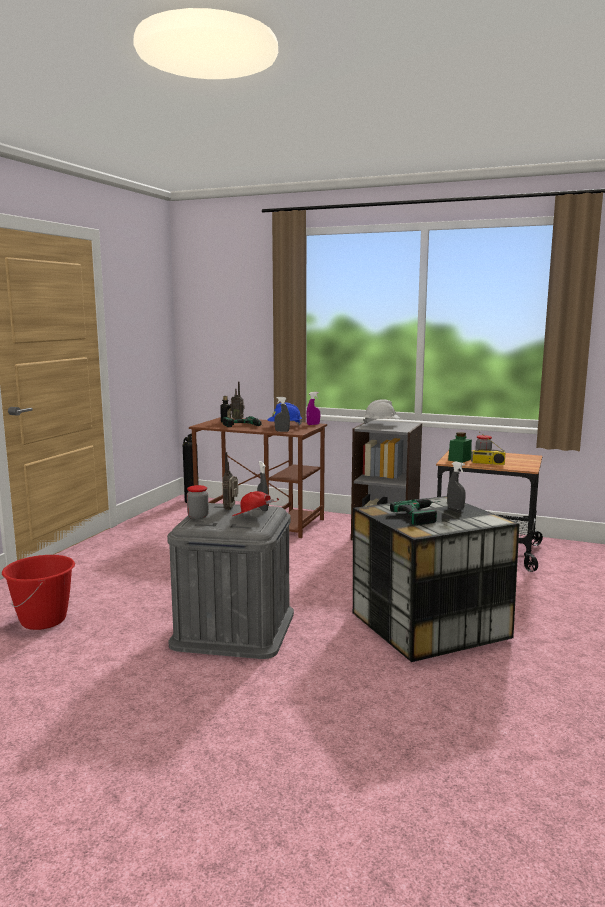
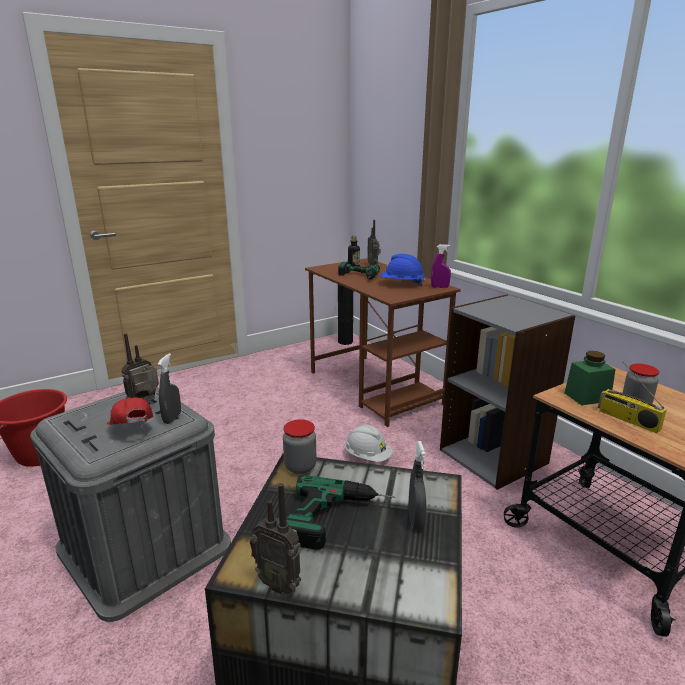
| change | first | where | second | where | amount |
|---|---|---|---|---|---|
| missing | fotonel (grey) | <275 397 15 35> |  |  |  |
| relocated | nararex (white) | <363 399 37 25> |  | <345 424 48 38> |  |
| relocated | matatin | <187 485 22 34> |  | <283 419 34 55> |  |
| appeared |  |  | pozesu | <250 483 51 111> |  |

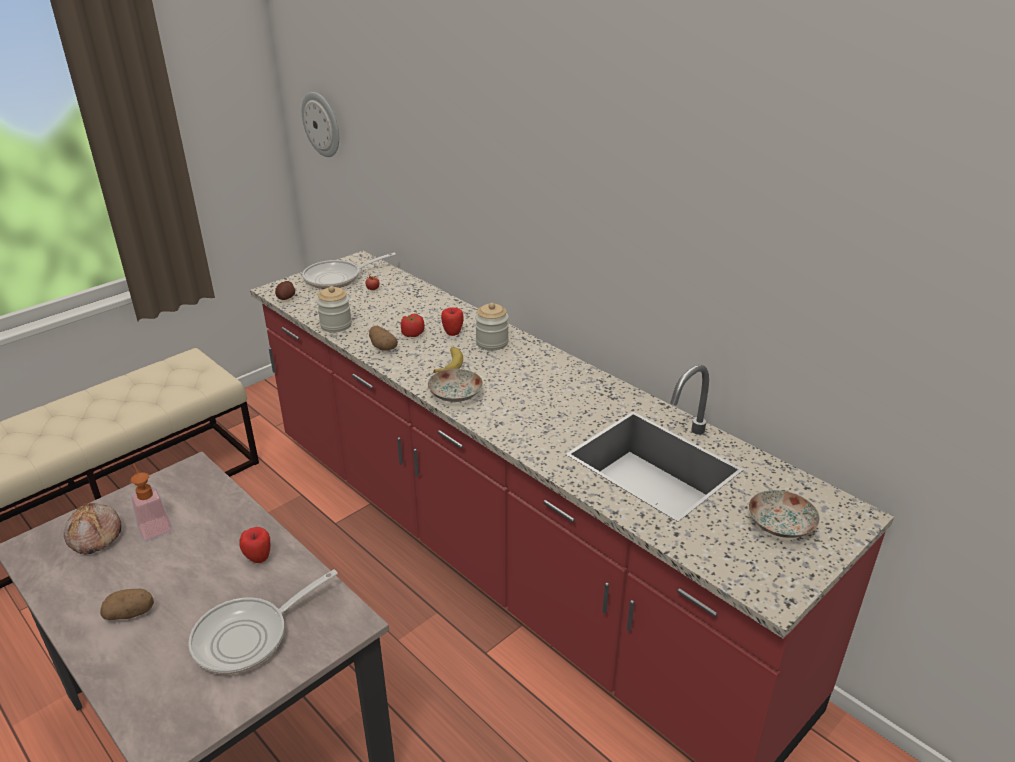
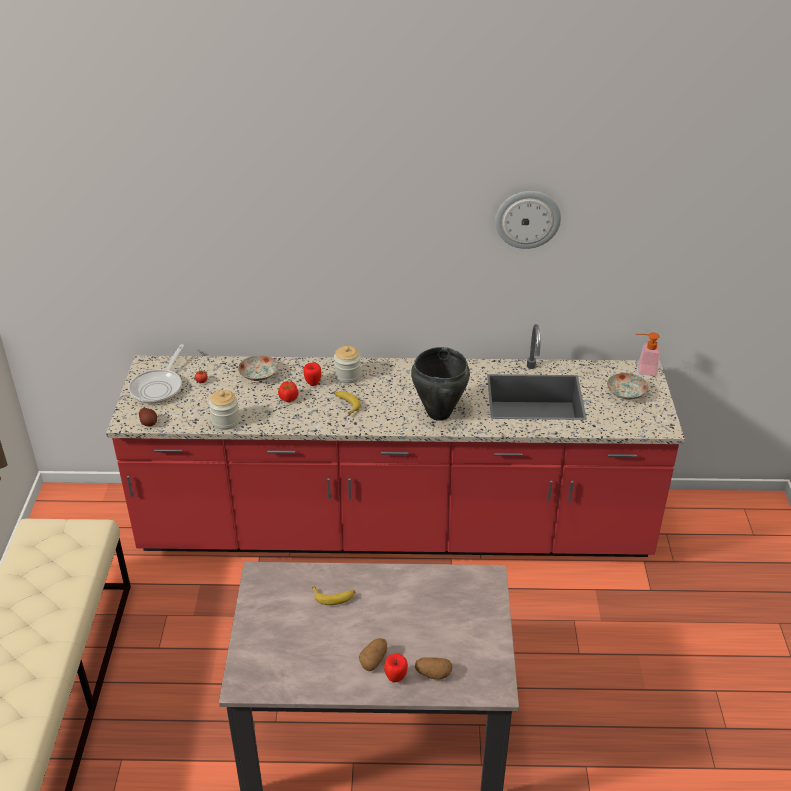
| change | first | where | second | where | amount |
|---|---|---|---|---|---|
| relocated | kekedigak | <302 92 37 65> |  | <495 191 66 58> |  |
| relocated | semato | <369 326 29 25> |  | <415 657 37 23> |  |
| relocated | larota | <428 369 55 33> |  | <238 355 41 26> |  |
| relocated | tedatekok | <131 463 42 78> |  | <635 333 25 43> |  |
| missing | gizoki | <64 503 57 52> |  |  |  |
| relocated | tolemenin | <239 527 31 36> |  | <384 654 24 29> |  |
| missing | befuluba | <188 569 150 105> |  |  |  |
| appeared |  |  | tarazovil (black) | <411 347 59 74> |  |
| appeared |  |  | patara | <312 586 44 19> |  |

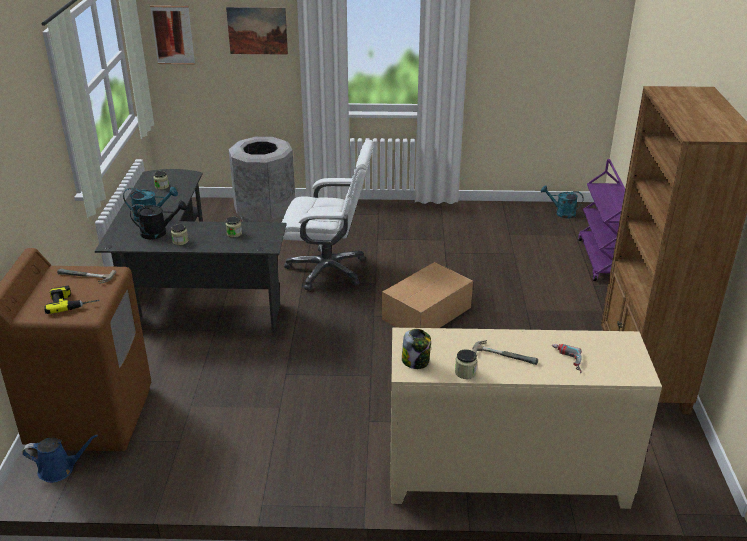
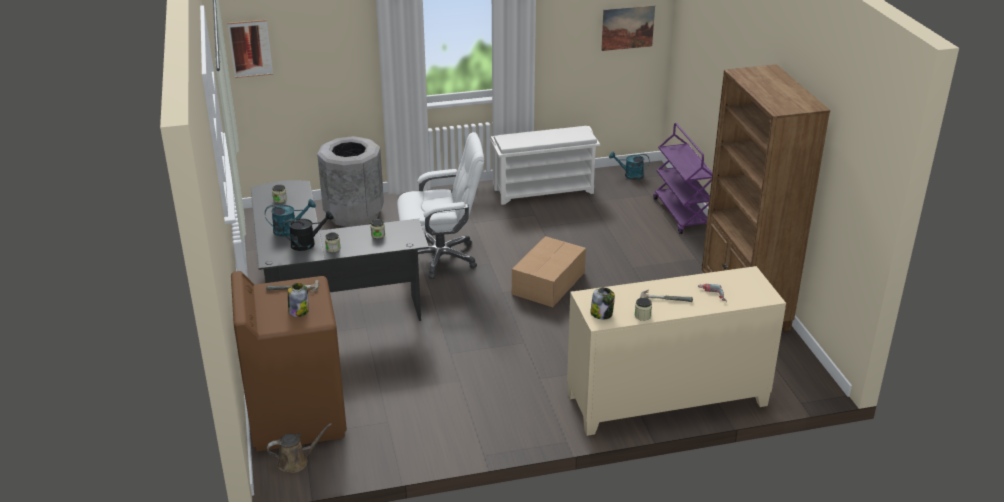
| change | first | where | second | where | amount |
|---|---|---|---|---|---|
| relocated | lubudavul | <226 7 62 48> |  | <601 5 54 46> |  |
| exchanged | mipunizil | <44 286 56 28> | matatin | <288 283 21 34> |  |
| colour | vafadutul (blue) | <22 435 76 48> | vafadutul (brown) | <267 423 65 50> |  |
| appeared |  |  | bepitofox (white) | <491 126 109 79> |  |

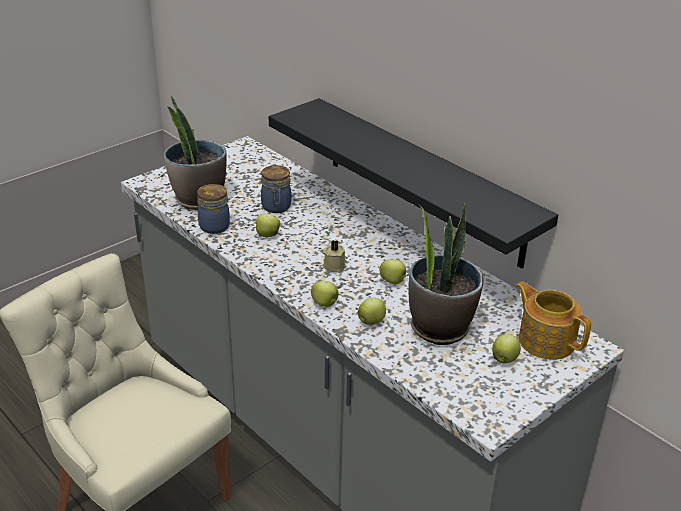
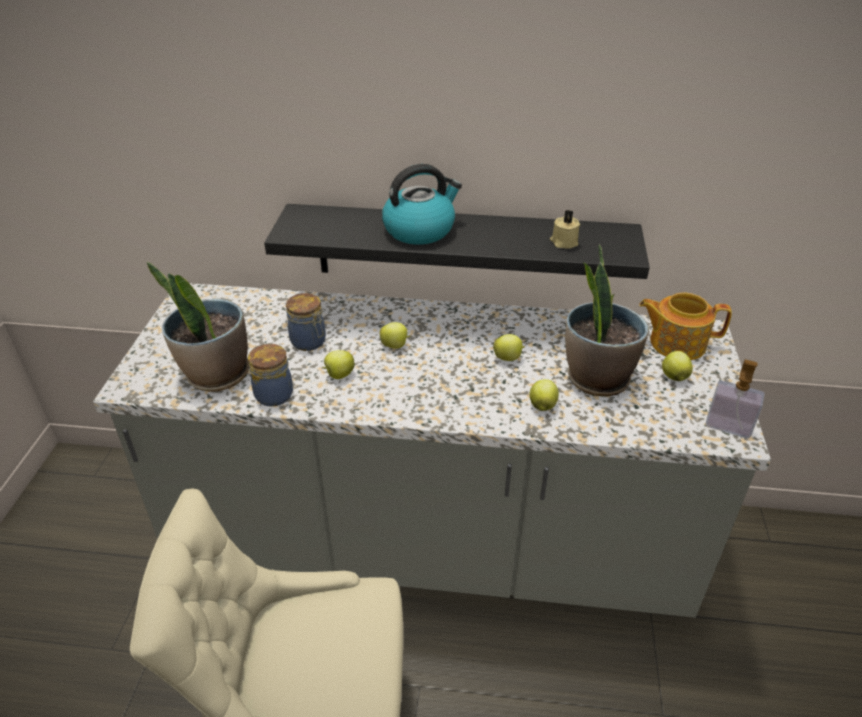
| change | first | where | second | where | amount |
|---|---|---|---|---|---|
| relocated | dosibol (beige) | <322 240 24 33> |  | <550 210 30 39> |  |
| relocated | tolemenin | <311 281 28 26> |  | <380 322 31 27> |  |
| appeared |  |  | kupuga | <382 164 80 81> |  |
| appeared |  |  | tedatekok | <706 359 58 80> |  |

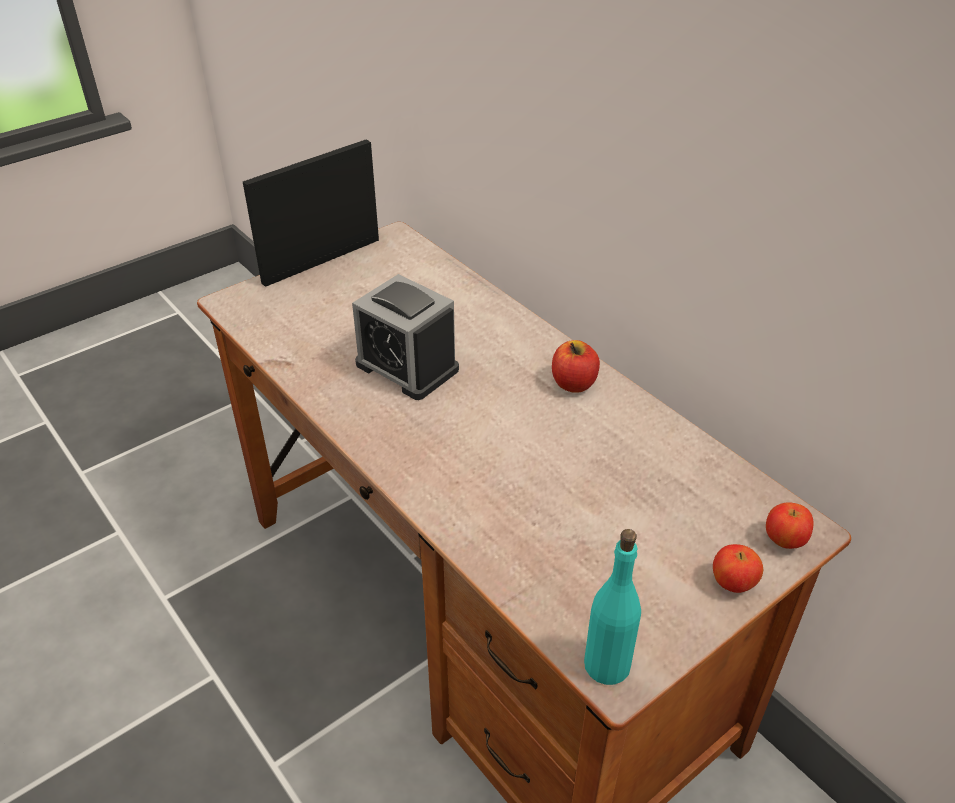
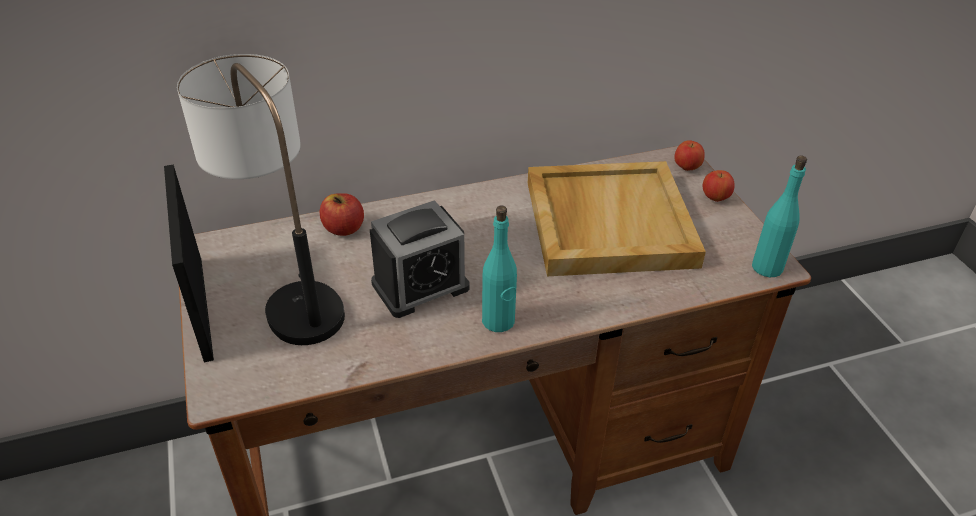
| change | first | where | second | where | amount |
|---|---|---|---|---|---|
| relocated | tolemenin | <552 340 48 53> |  | <320 193 44 43> |  |
| appeared |  |  | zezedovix | <177 54 168 291> |  |
| appeared |  |  | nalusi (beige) | <528 161 178 115> |  |
| appeared |  |  | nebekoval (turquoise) | <482 205 35 127> |  |

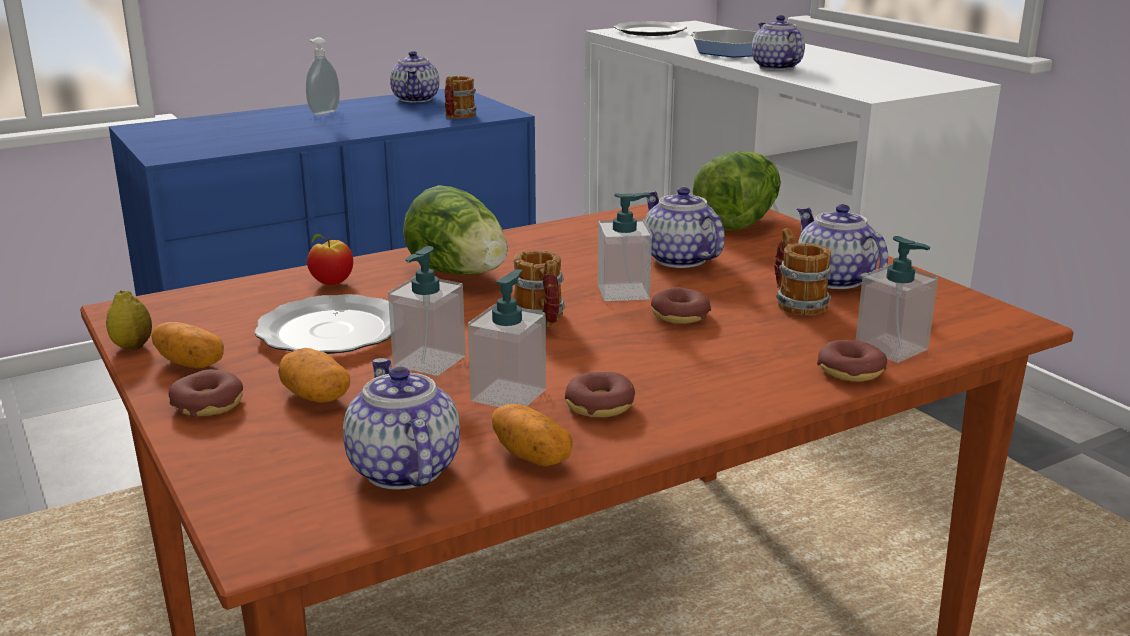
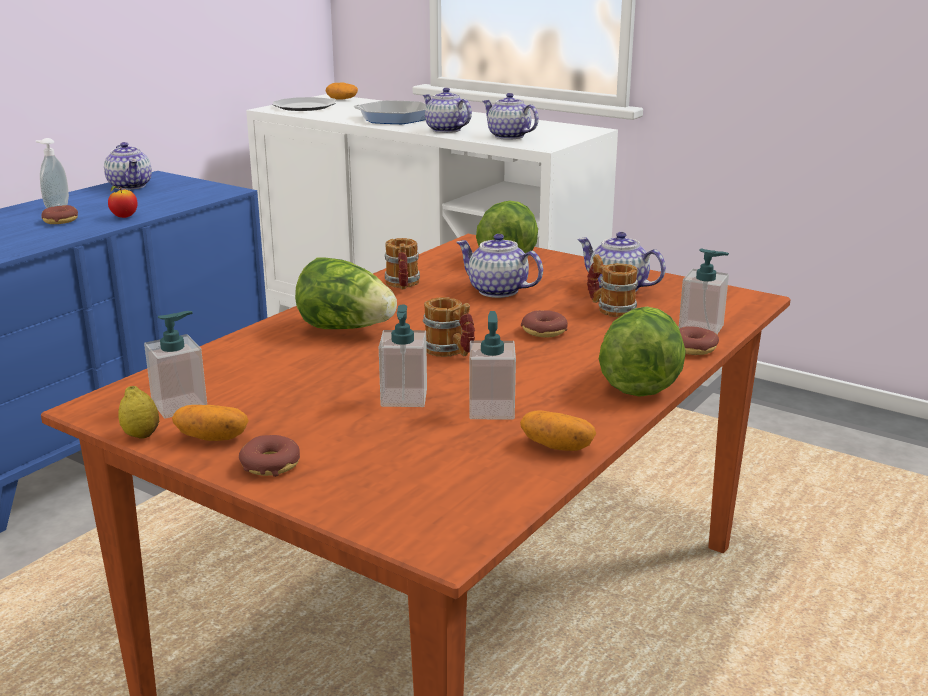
| change | first | where | second | where | amount |
|---|---|---|---|---|---|
| relocated | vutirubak | <444 76 33 43> |  | <385 238 35 52> |  |
| relocated | tedatekok | <597 193 55 108> |  | <144 311 63 108> |  |
| relocated | tolemenin | <307 234 46 51> |  | <108 186 30 32> |  |
| missing | larota | <254 294 137 60> |  |  |  |
| relocated | semato | <278 348 72 55> |  | <326 82 32 18> |  |
| relocated | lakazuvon | <343 358 117 132> |  | <482 93 57 47> |  |
| relocated | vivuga | <565 372 70 45> |  | <42 205 36 19> |  |
| appeared |  |  | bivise | <599 307 86 90> |  |

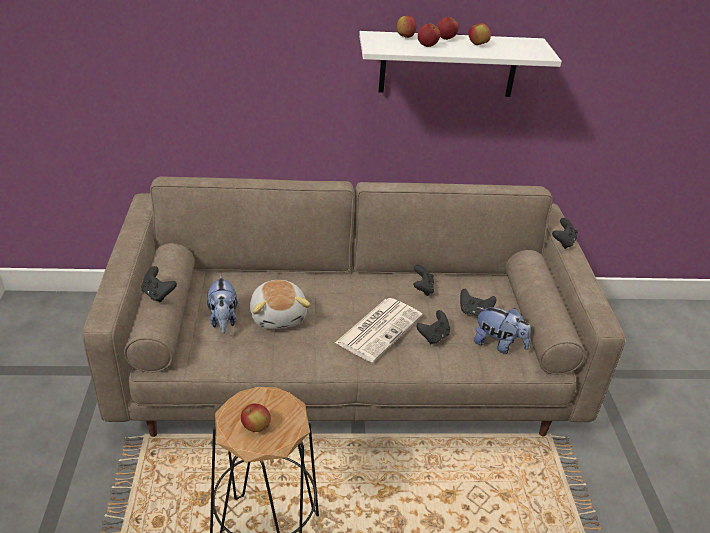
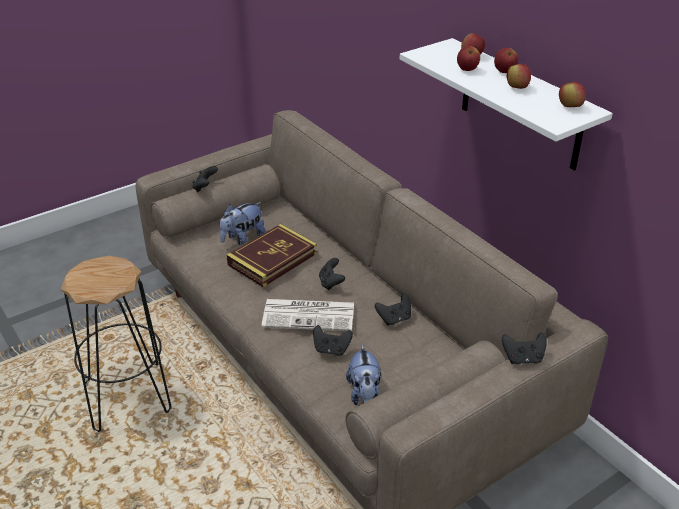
| change | first | where | second | where | amount |
|---|---|---|---|---|---|
| exchanged | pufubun | <250 280 61 49> | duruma | <227 224 90 63> |  |
| relocated | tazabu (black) | <460 288 36 28> |  | <319 258 26 32> |  |
| relocated | tolemenin | <241 404 30 28> |  | <559 82 27 25> |  |

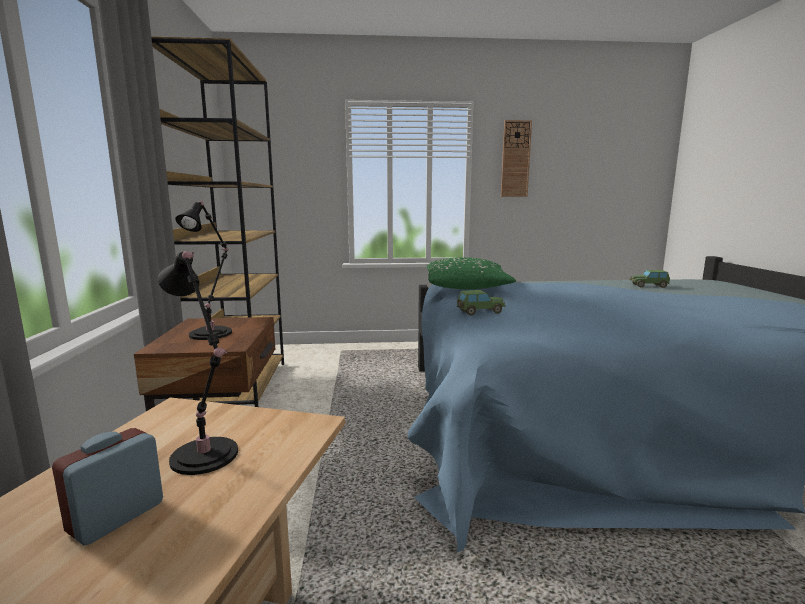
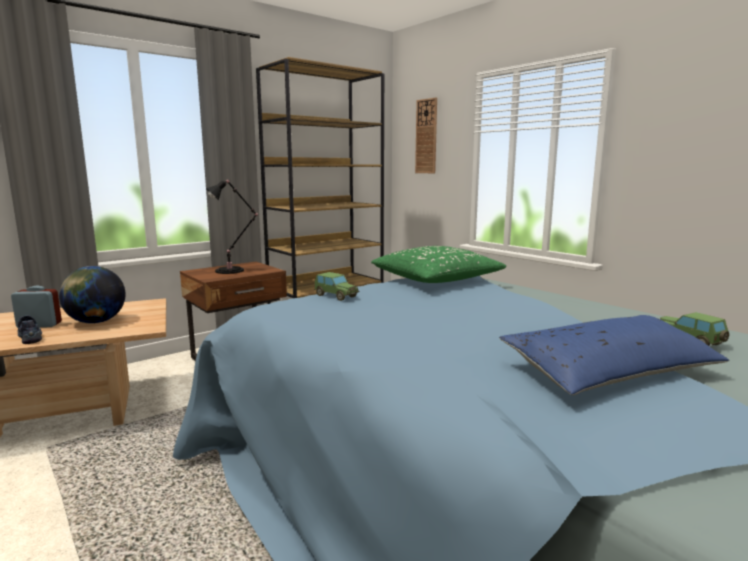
| change | first | where | second | where | amount |
|---|---|---|---|---|---|
| relocated | kekedigak | <501 120 31 77> |  | <415 97 22 76> |  |
| exchanged | zezedovix (black) | <158 251 80 224> | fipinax | <59 266 67 58> |  |
| appeared |  |  | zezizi | <17 315 26 29> |  |
| appeared |  |  | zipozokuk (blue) | <499 315 230 80> |  |

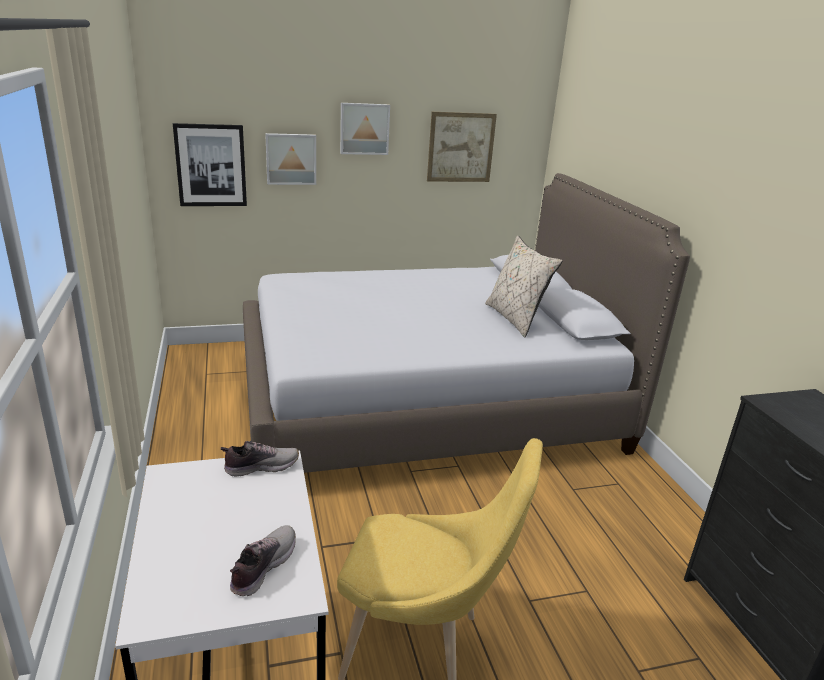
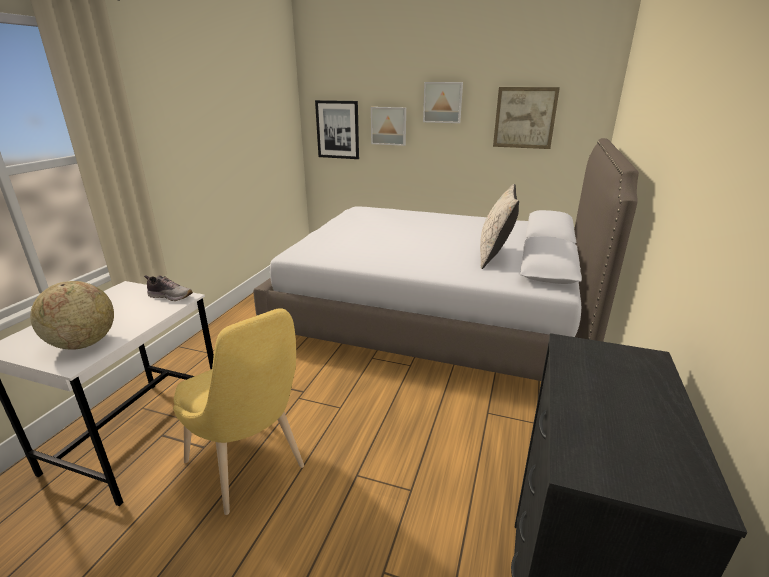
| change | first | where | second | where | amount |
|---|---|---|---|---|---|
| exchanged | zezizi | <230 525 66 71> | fipinax | <30 281 84 69> |  |

